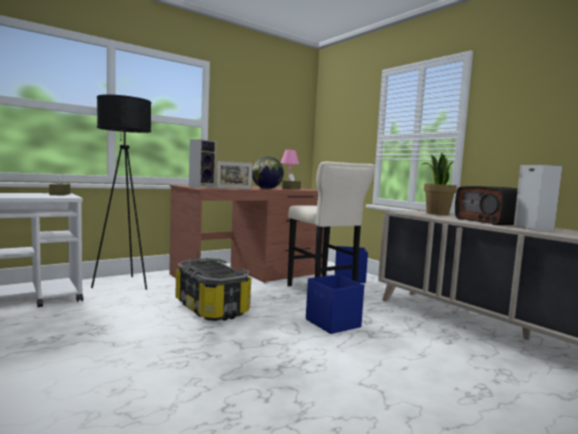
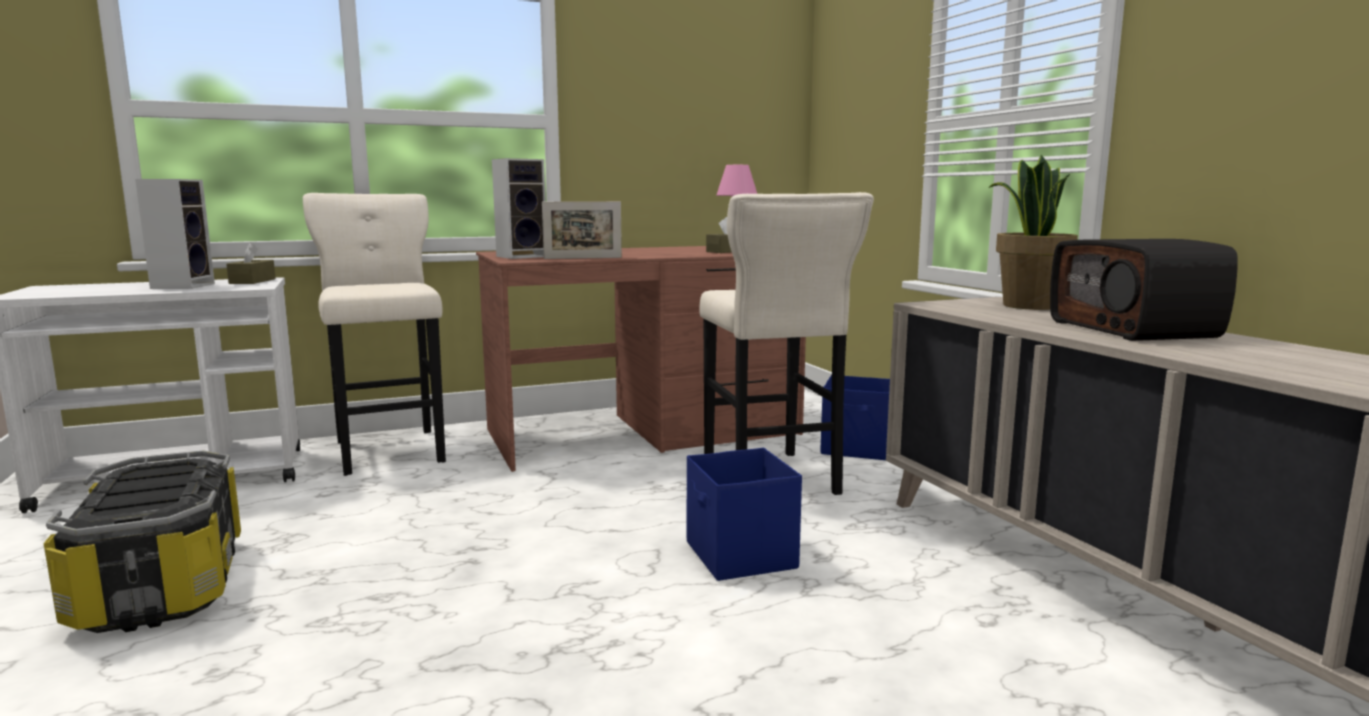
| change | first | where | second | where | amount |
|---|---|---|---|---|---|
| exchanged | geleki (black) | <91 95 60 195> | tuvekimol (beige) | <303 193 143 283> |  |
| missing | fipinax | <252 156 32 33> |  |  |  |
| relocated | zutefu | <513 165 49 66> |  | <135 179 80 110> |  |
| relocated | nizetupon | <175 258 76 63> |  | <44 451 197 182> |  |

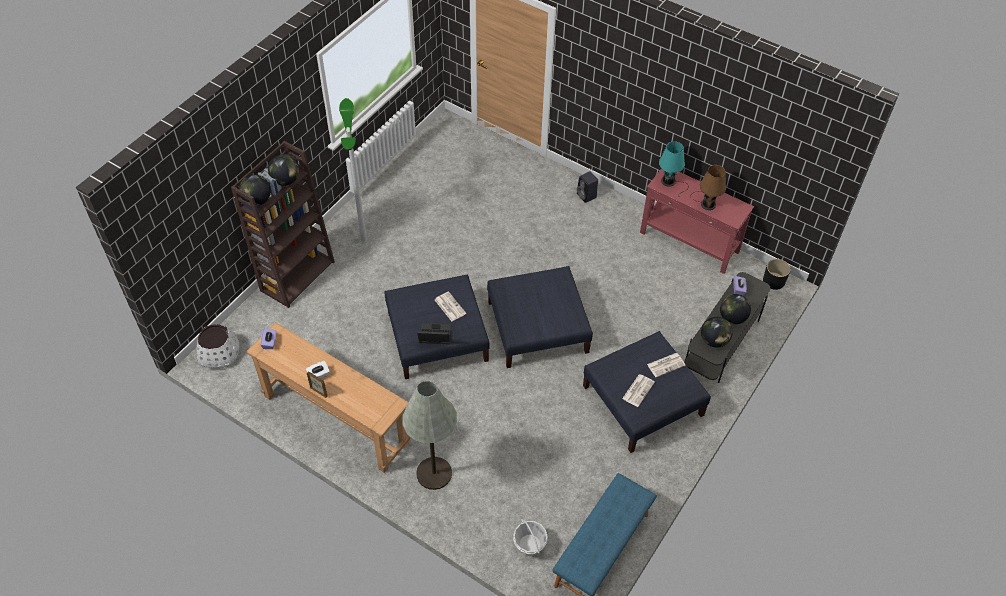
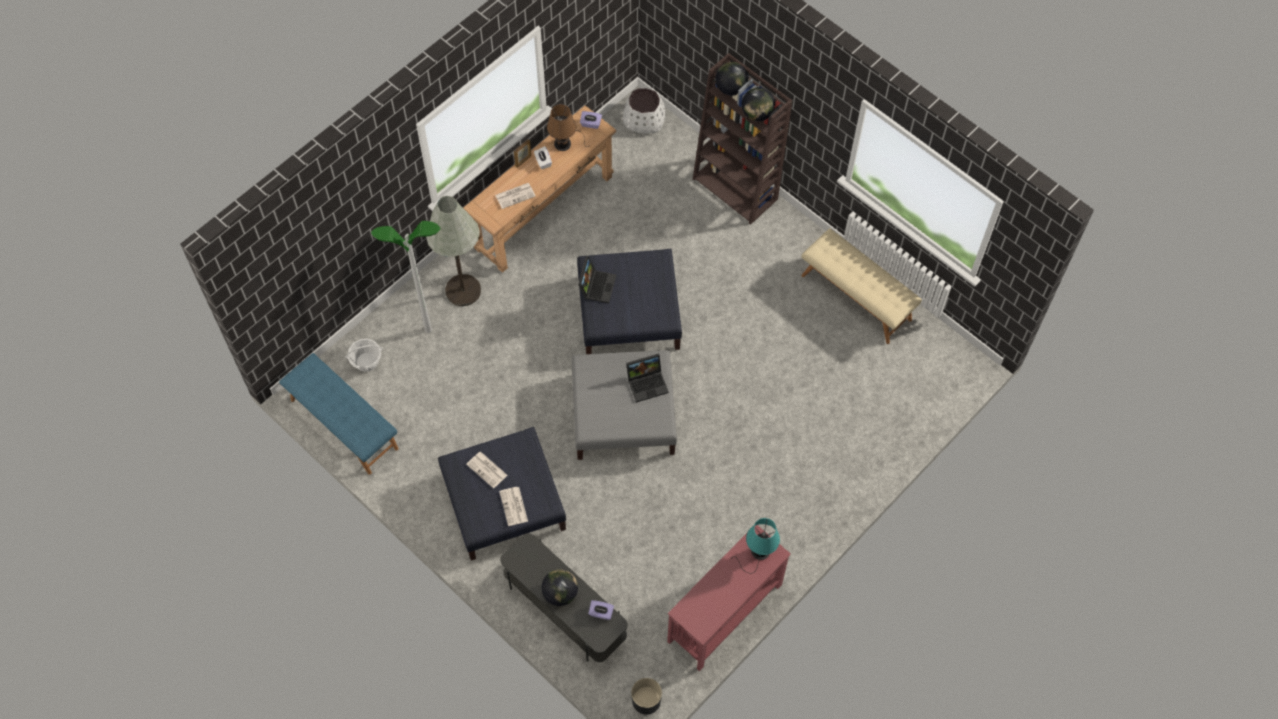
| change | first | where | second | where | amount |
|---|---|---|---|---|---|
| relocated | geleki | <339 98 28 144> |  | <371 221 69 112> |  |
| relocated | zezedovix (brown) | <690 165 36 45> |  | <547 104 42 47> |  |
| missing | zutefu (black) | <577 171 21 32> |  |  |  |
| colour | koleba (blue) | <487 266 106 102> | koleba (grey) | <572 350 105 110> |  |
| relocated | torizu | <435 291 31 30> |  | <495 183 41 26> |  |
| missing | fipinax | <701 317 32 31> |  |  |  |
| appeared |  |  | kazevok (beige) | <801 229 121 115> |  |
| appeared |  |  | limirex | <626 353 43 50> |  |

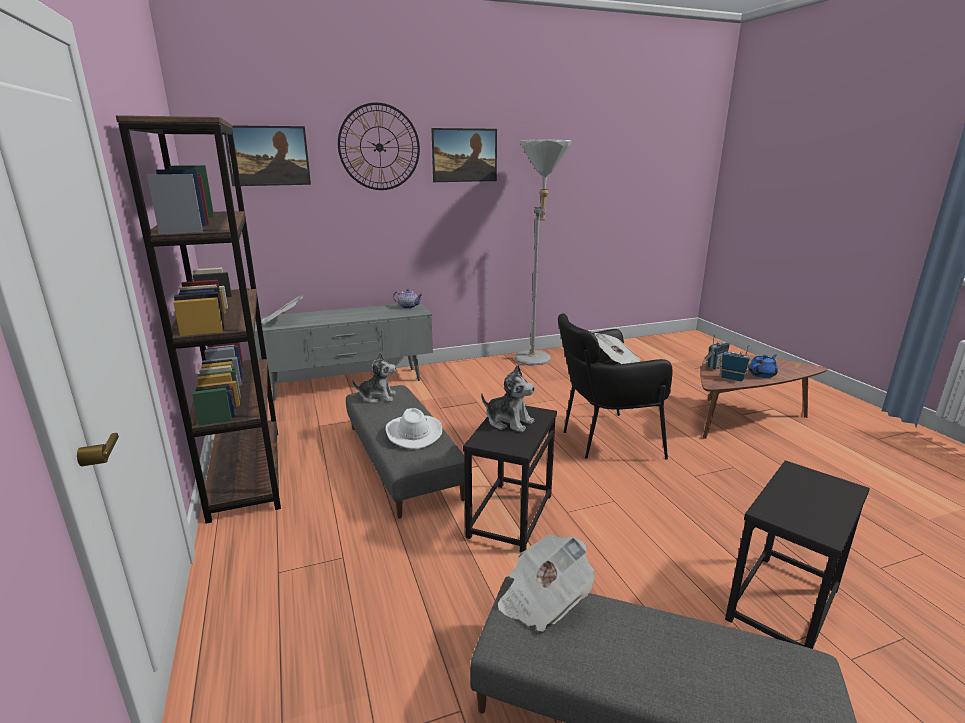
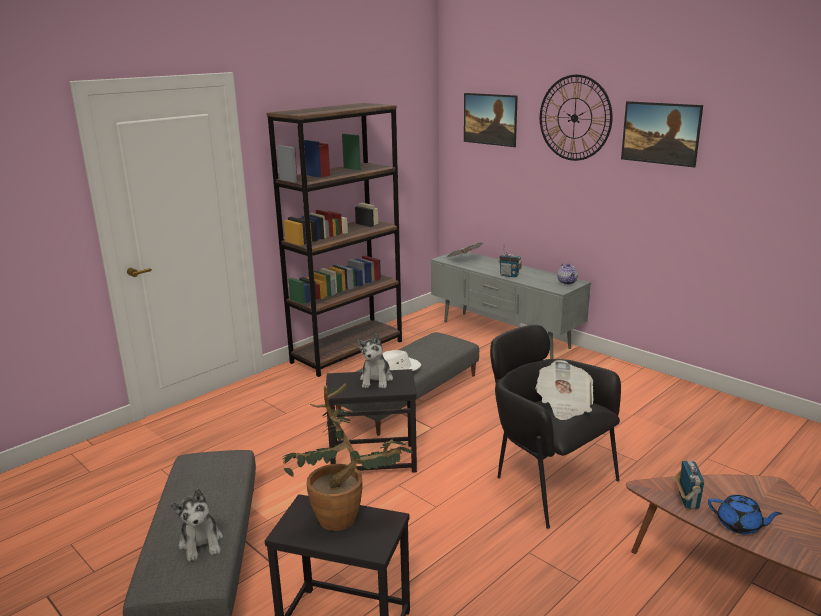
| change | first | where | second | where | amount |
|---|---|---|---|---|---|
| missing | geleki (grey) | <514 140 58 225> |  |  |  |
| relocated | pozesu | <705 333 25 37> |  | <498 243 24 35> |  |
| relocated | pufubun | <352 353 44 50> |  | <171 489 52 73> |  |
| missing | torizu | <498 534 97 98> |  |  |  |
| appeared |  |  | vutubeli | <283 384 130 147> |  |

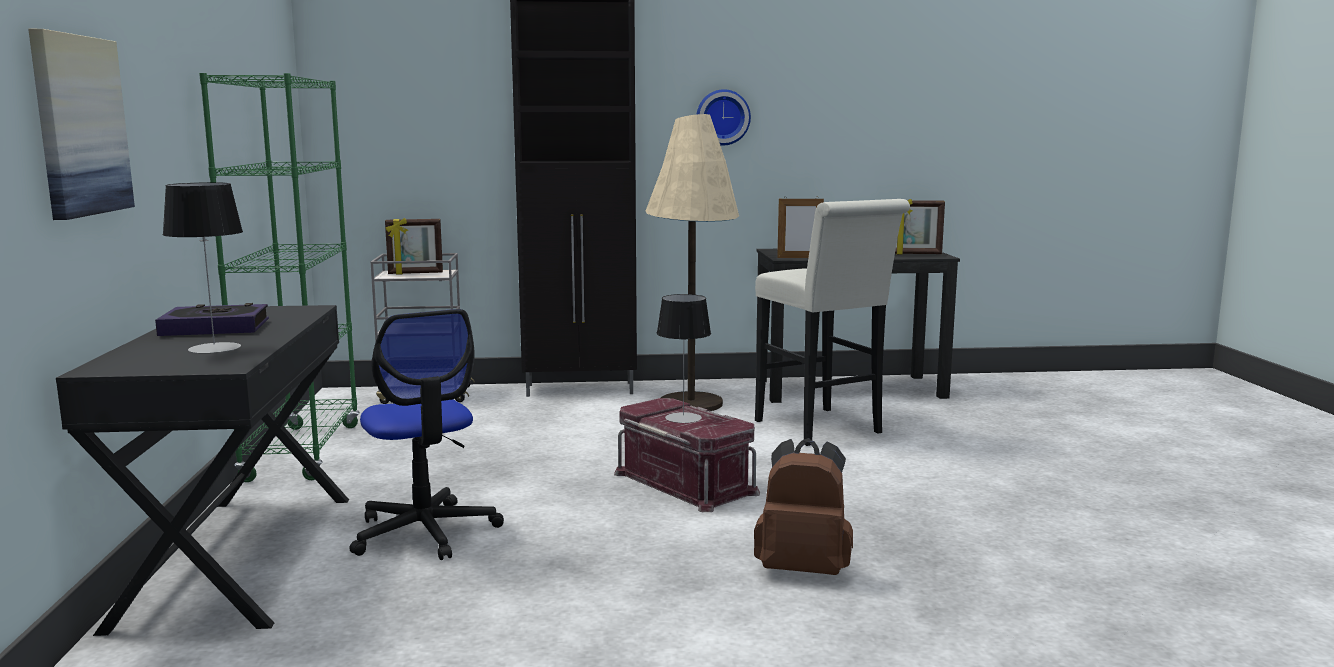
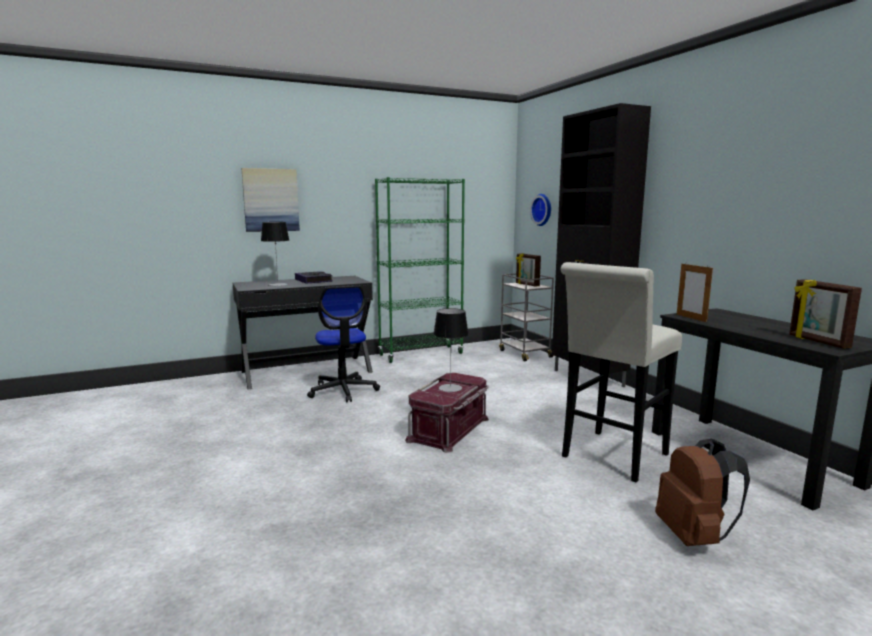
| change | first | where | second | where | amount |
|---|---|---|---|---|---|
| relocated | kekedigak | <697 89 54 56> |  | <530 194 21 32> |  |
| missing | geleki (beige) | <646 114 93 297> |  |  |  |
| spun | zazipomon | <349 309 155 251> |  | <307 285 73 117> | 60 degrees counterclockwise |
| relocated | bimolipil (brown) | <754 438 99 137> |  | <655 438 95 108> |  |

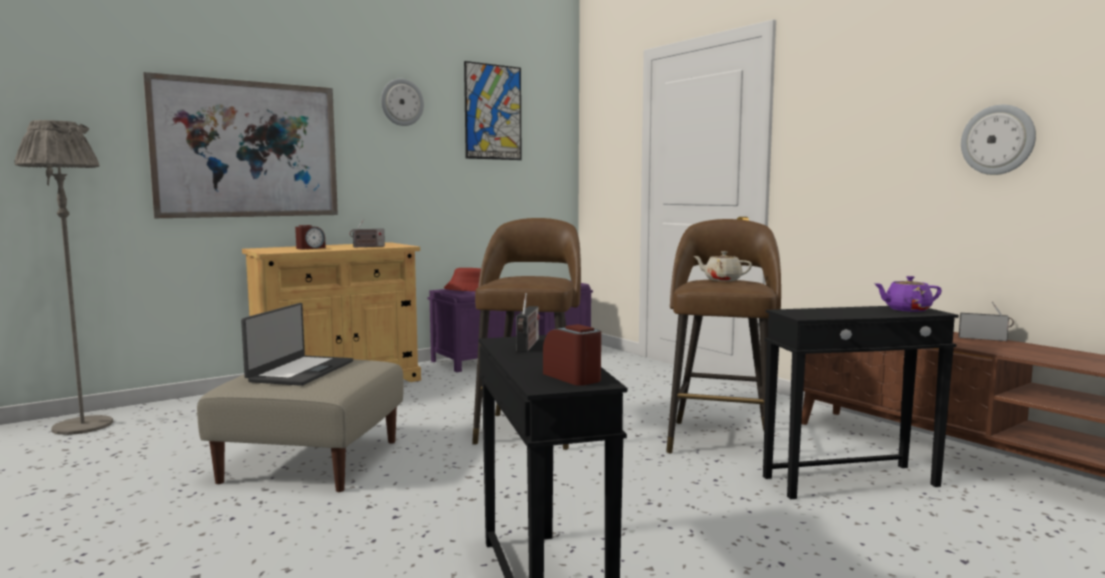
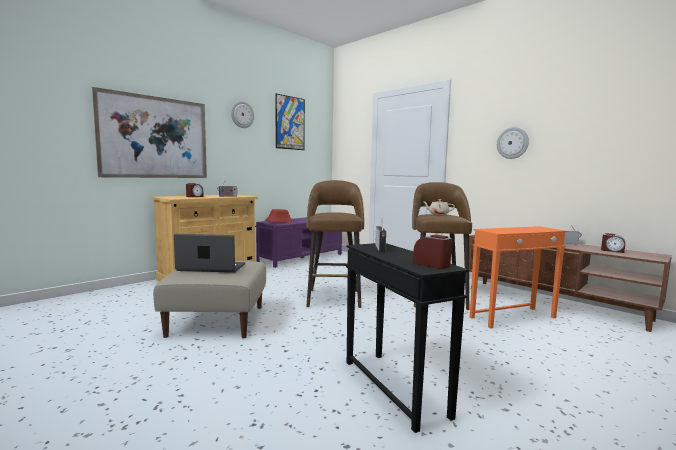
| change | first | where | second | where | amount |
|---|---|---|---|---|---|
| relocated | kekedigak | <961 105 75 70> |  | <497 127 32 32> |  |
| missing | geleki (grey) | <14 120 99 315> |  |  |  |
| missing | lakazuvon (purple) | <874 276 68 36> |  |  |  |
| spun | limirex | <241 303 112 83> |  | <174 234 71 39> | 90 degrees counterclockwise |
| colour | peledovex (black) | <763 306 196 193> | peledovex (orange) | <470 226 97 103> |  |
| appeared |  |  | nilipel | <601 233 24 20> |  |

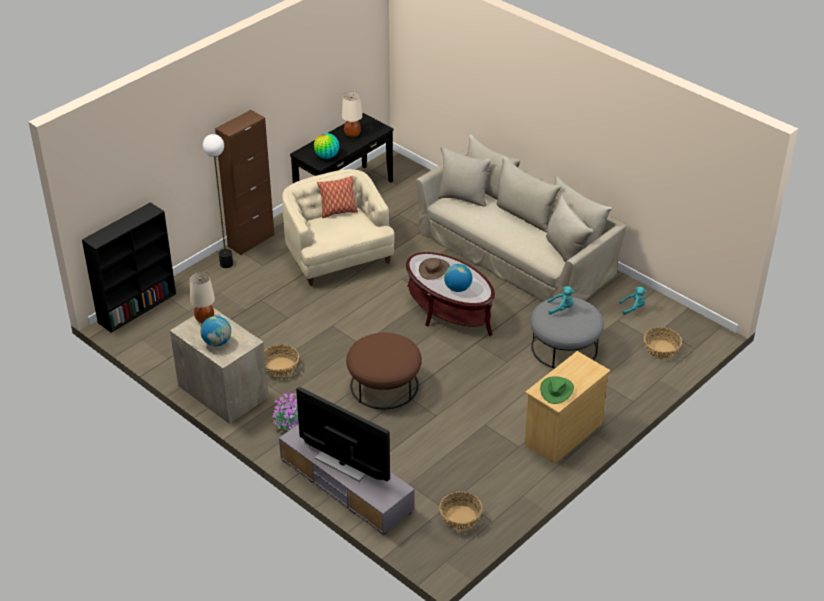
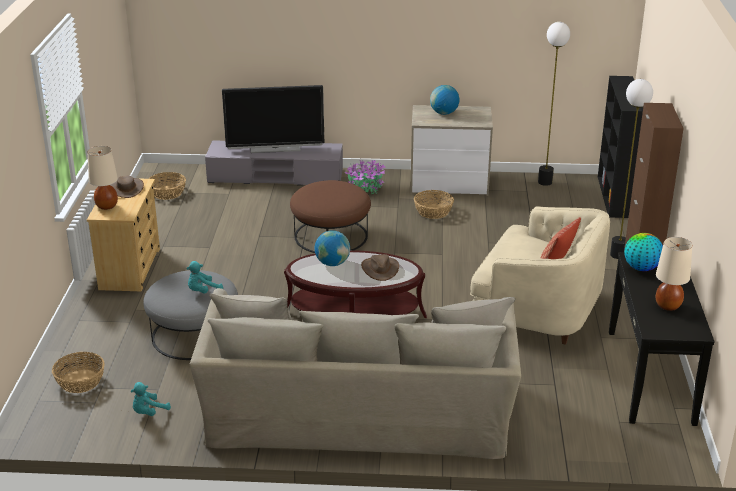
| change | first | where | second | where | amount |
|---|---|---|---|---|---|
| relocated | zezedovix (beige) | <190 272 25 51> |  | <87 146 31 64> |  |
| colour | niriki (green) | <540 376 34 28> | niriki (brown) | <111 175 33 23> |  |
| appeared |  |  | geleki | <538 22 32 164> |  |

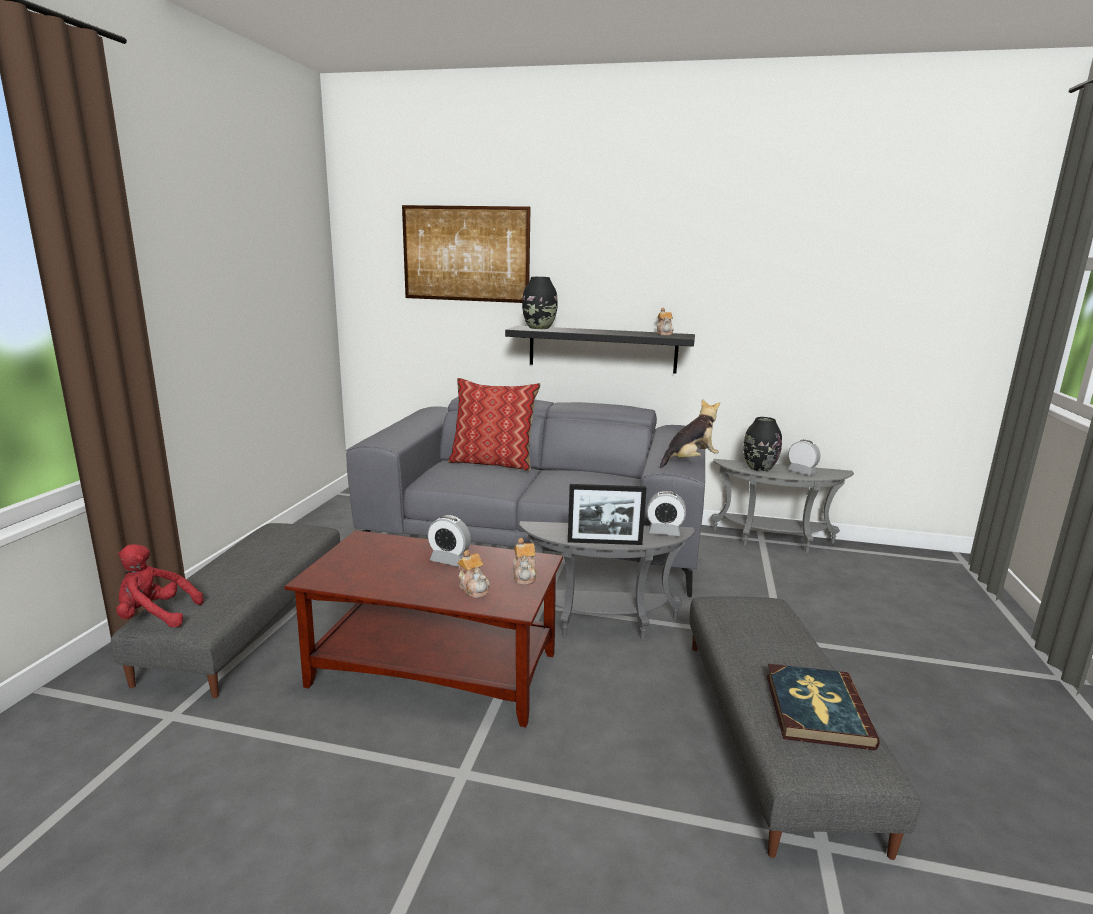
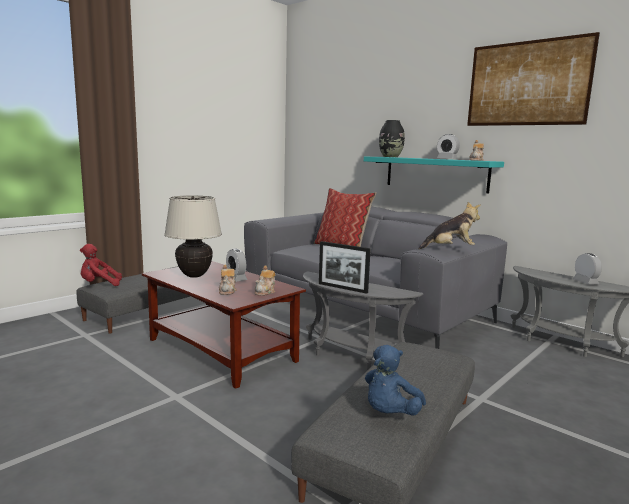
| change | first | where | second | where | amount |
|---|---|---|---|---|---|
| relocated | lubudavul | <402 205 129 98> |  | <467 32 133 94> |  |
| colour | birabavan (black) | <505 325 190 49> | birabavan (turquoise) | <364 157 140 36> |  |
| missing | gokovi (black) | <743 417 39 54> |  |  |  |
| relocated | nilipel | <646 491 40 45> |  | <437 134 23 25> |  |
| spun | pufubun (red) | <116 544 88 84> |  | <80 244 42 42> | 45 degrees counterclockwise |
| exchanged | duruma | <766 664 114 86> | pufubun (blue) | <365 345 61 70> |  |
| appeared |  |  | zezedovix (beige) | <164 195 58 83> |  |

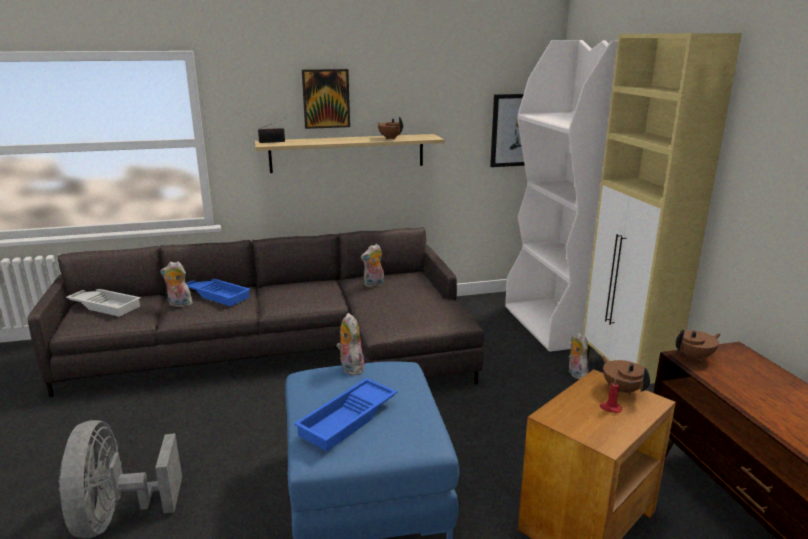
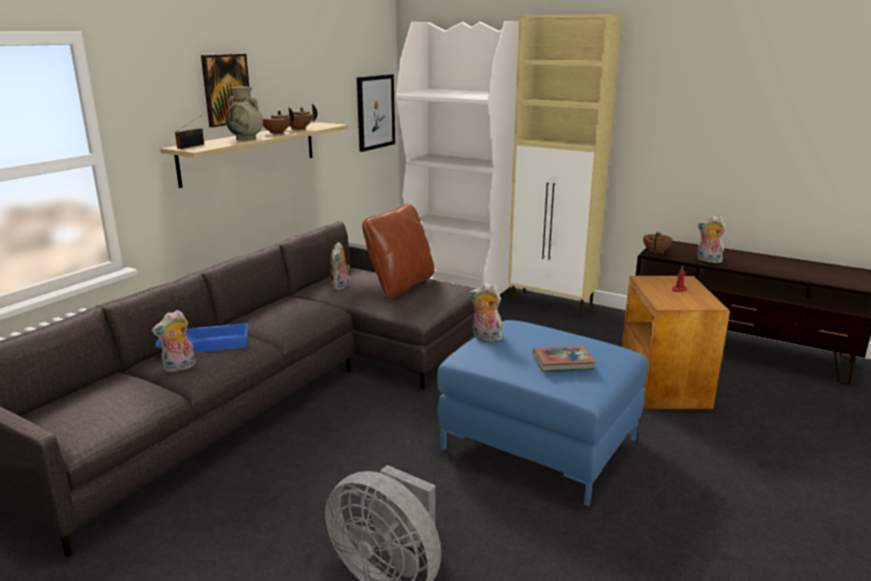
| change | first | where | second | where | amount |
|---|---|---|---|---|---|
| missing | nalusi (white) | <66 289 75 28> |  |  |  |
| relocated | pufubun | <569 332 19 48> |  | <698 215 28 48> |  |
| relocated | lakazuvon (brown) | <601 356 49 39> |  | <263 107 31 28> |  |
| exchanged | nalusi (blue) | <294 378 104 73> | duruma | <533 346 63 26> |  |
| appeared |  |  | gokovi (beige) | <226 86 37 54> |  |
| appeared |  |  | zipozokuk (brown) | <362 204 73 95> |  |

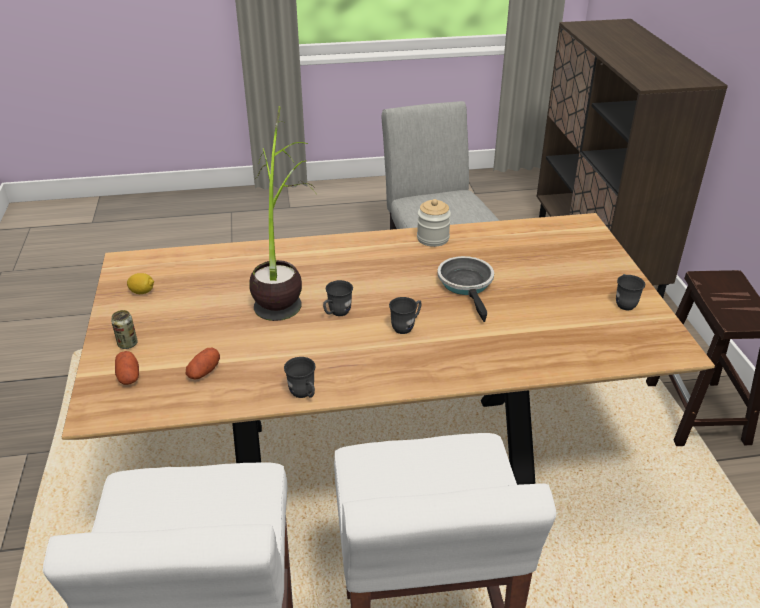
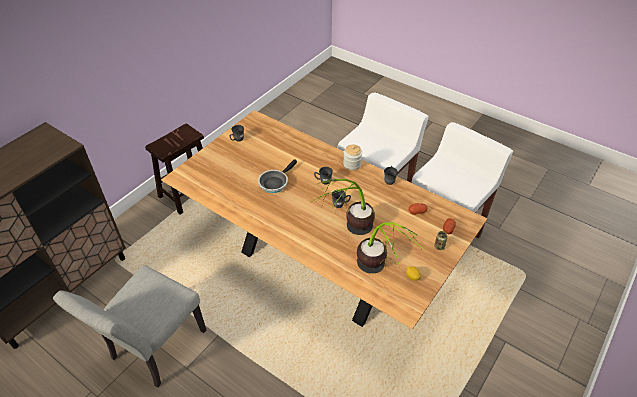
| change | first | where | second | where | amount |
|---|---|---|---|---|---|
| relocated | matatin | <417 199 34 48> |  | <343 145 19 25> |  |
| appeared |  |  | vutubeli | <357 222 65 52> |  |

